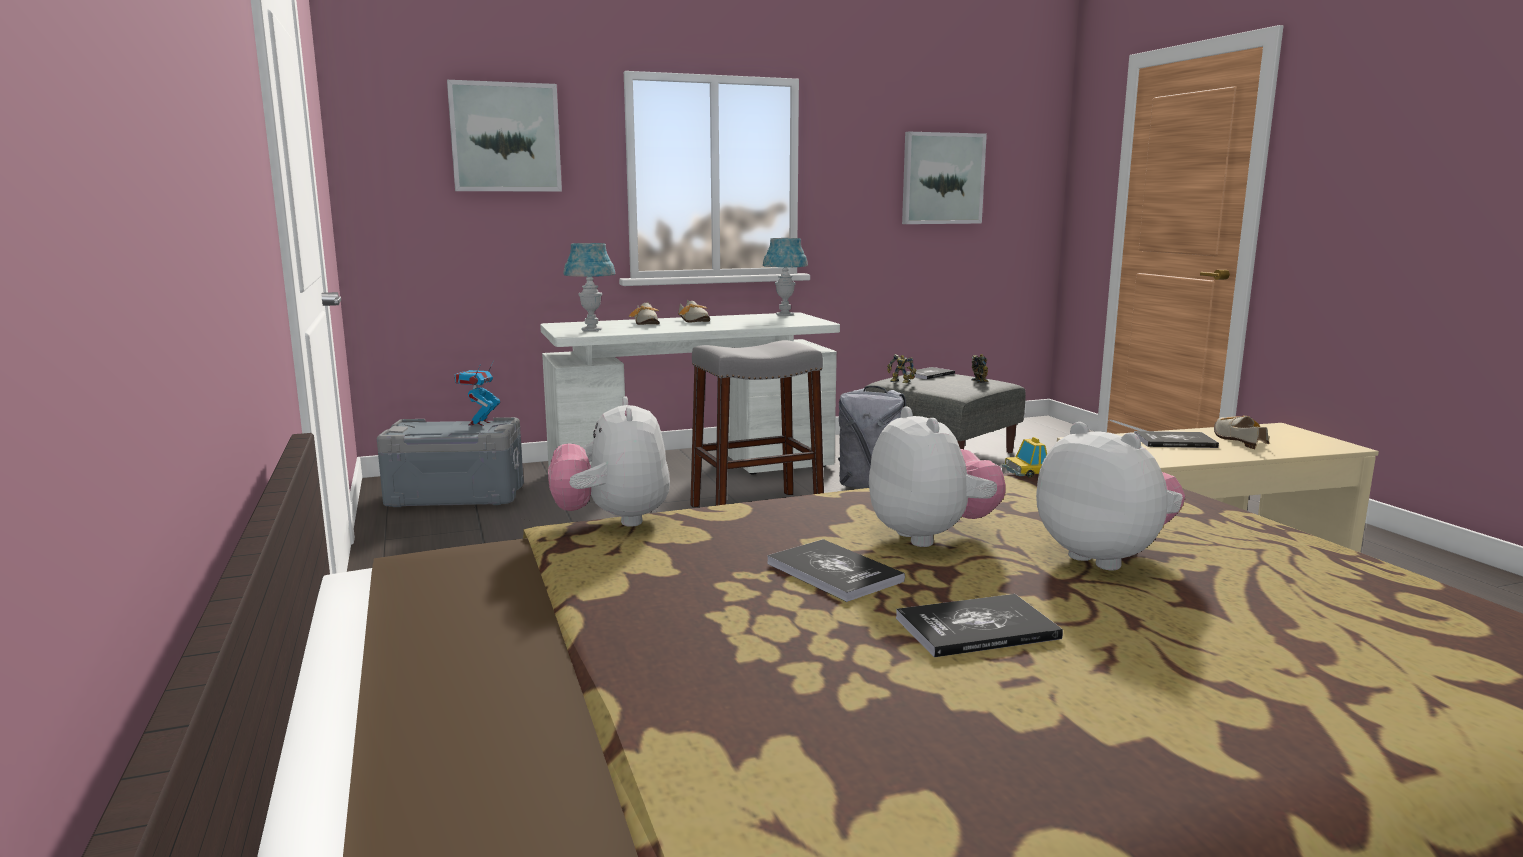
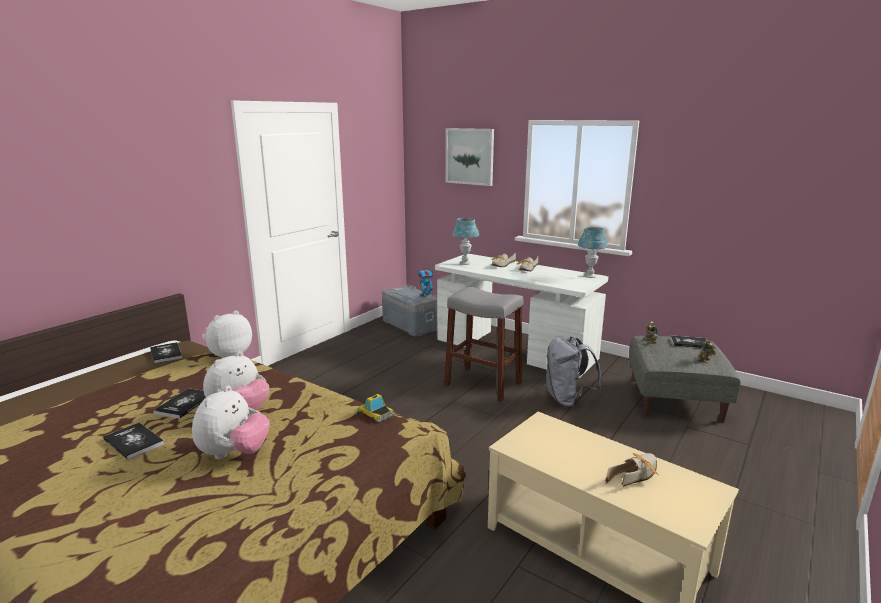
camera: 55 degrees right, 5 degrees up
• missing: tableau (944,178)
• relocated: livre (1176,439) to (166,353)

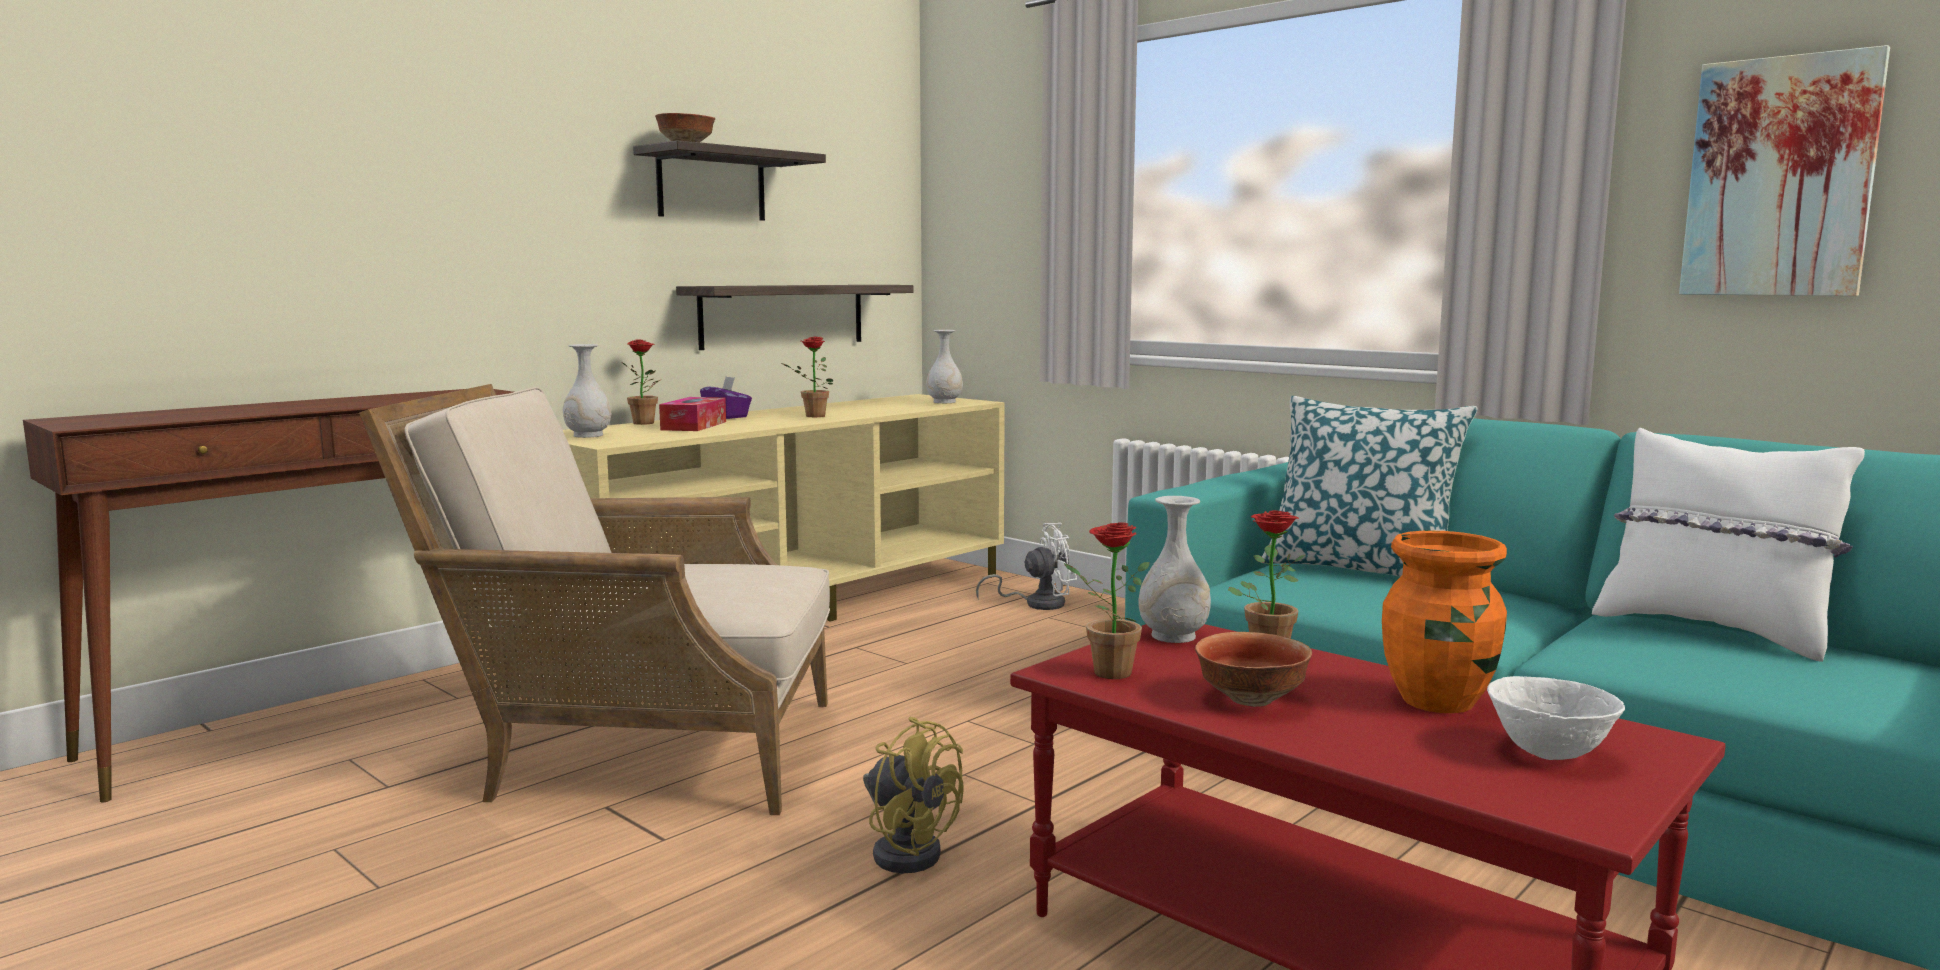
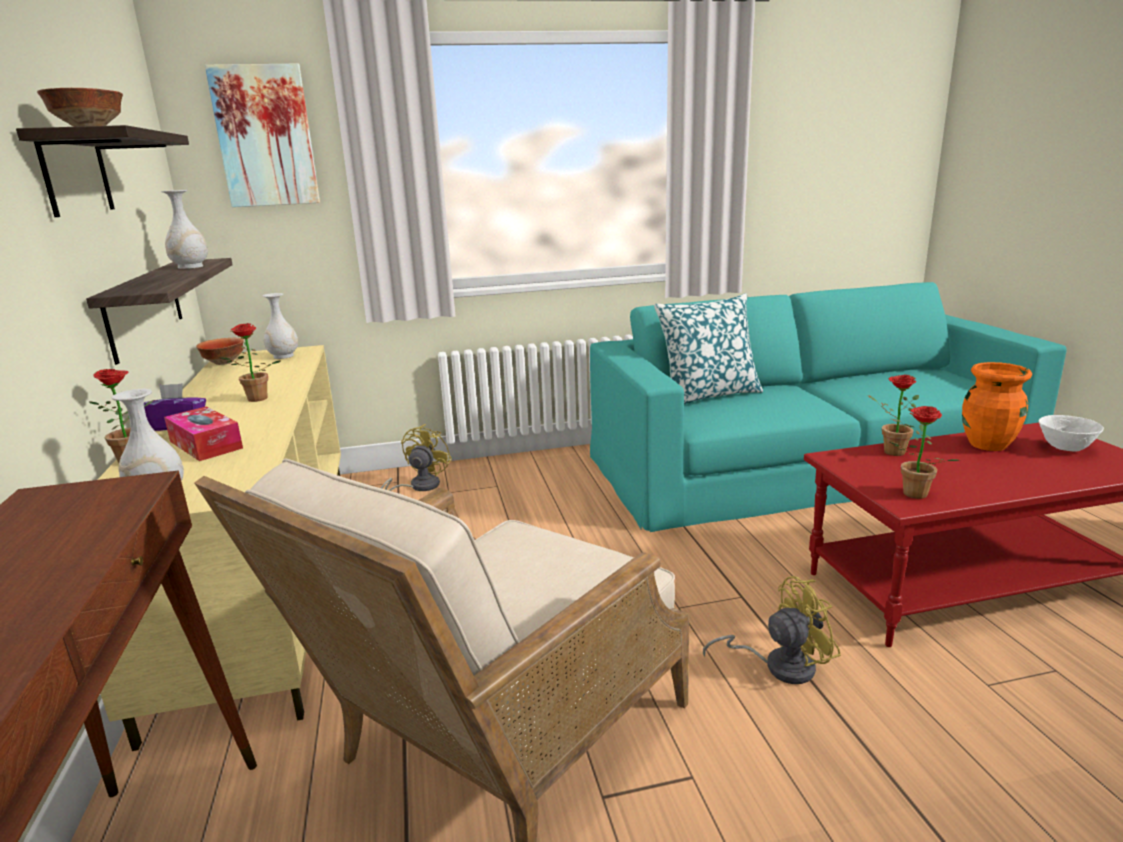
camera: 55 degrees left, 10 degrees up
• relocated: tableau (1784,170) to (262,135)
• missing: coussin (blanc) (1728,545)
• relocated: vase (blanc) (1175,569) to (184,229)
• colour: ventilateur (blanc) (1026,566) to ventilateur (jaune) (416,457)
• relocated: bol (1253,669) to (220,351)

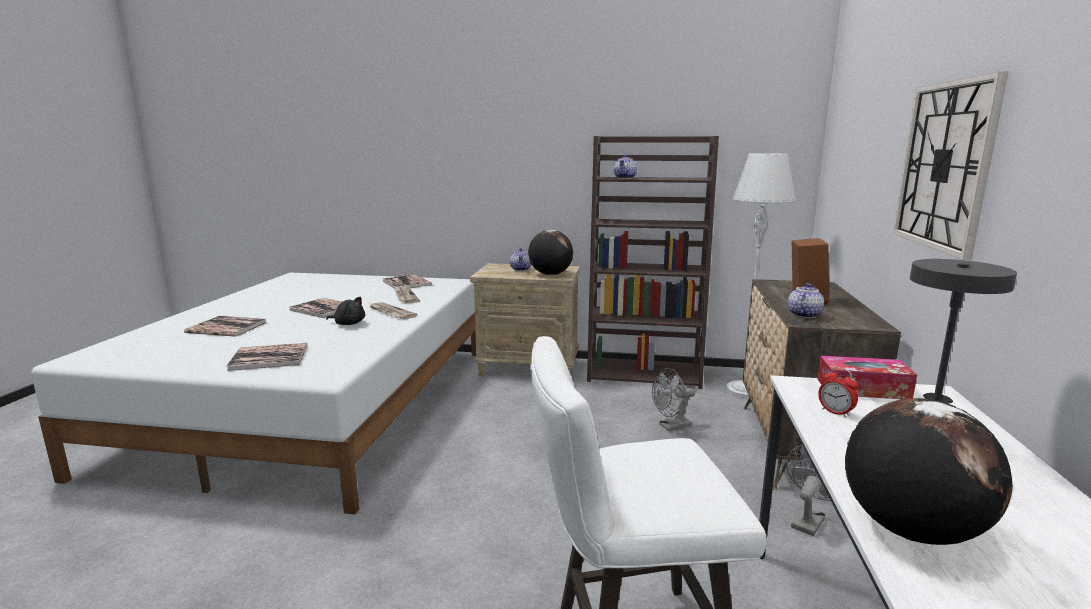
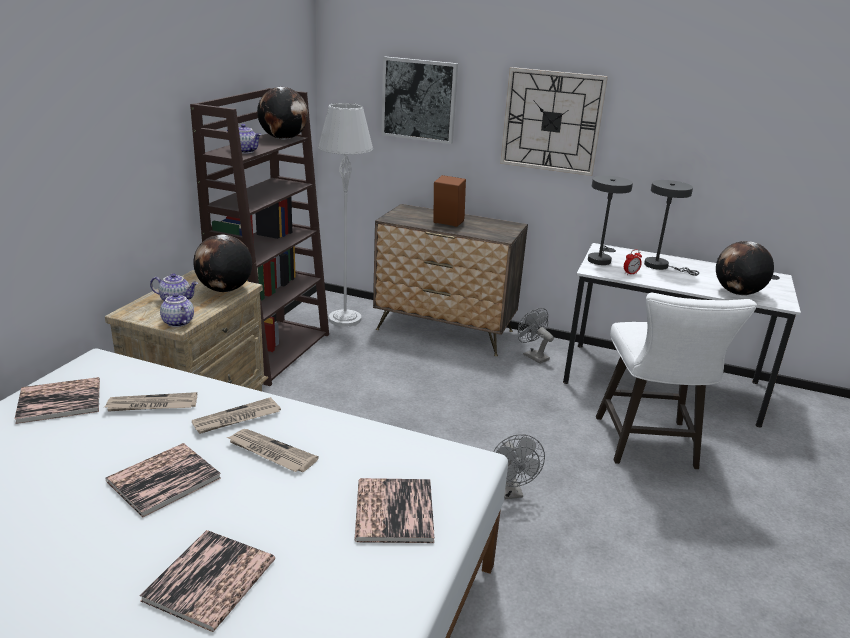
camera: 80 degrees left, 10 degrees up
• relocated: théière (806,300) to (177,309)
• exchanged: peluche (noir) (345,311) to journal (273,450)
• exchanged: boîte à mouchoirs (867,377) to lampe de table (gris) (610,220)
• relocated: ventilateur (gris) (673,399) to (519,466)
• appeared: tableau (419,100)
• appeared: globe (282,113)

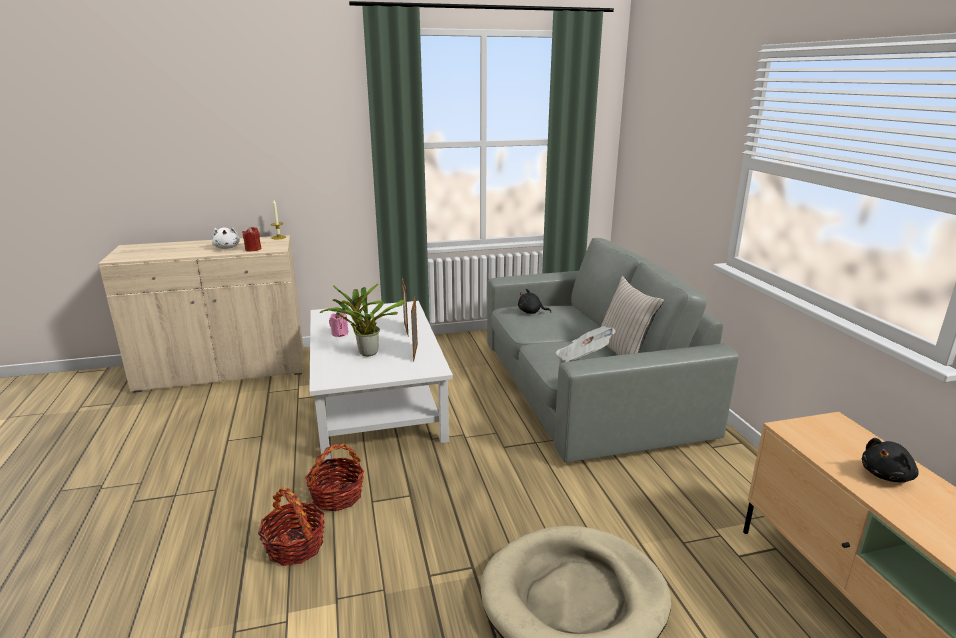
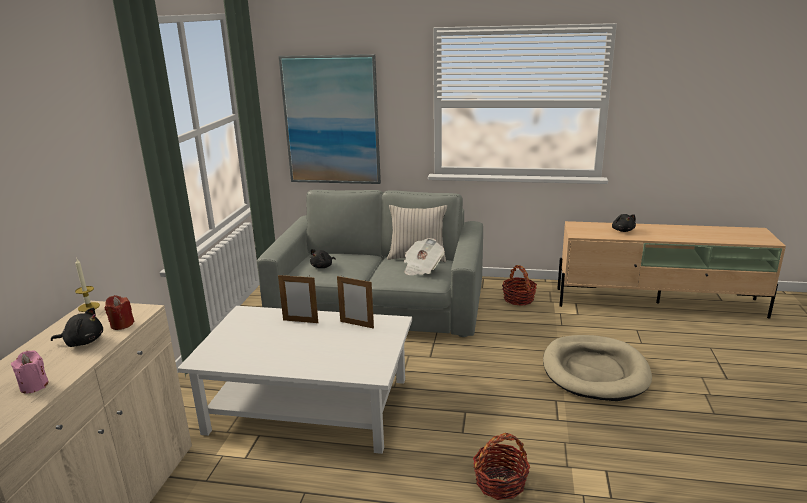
camera: 65 degrees left, 0 degrees up
• colour: peluche (blanc) (226,238) to peluche (noir) (77,327)
• missing: plante en pot (362,320)
• relocated: bougie (rose) (339,324) to (30,372)
• relocated: panier (334,477) to (519,285)
• appeared: tableau (330,119)

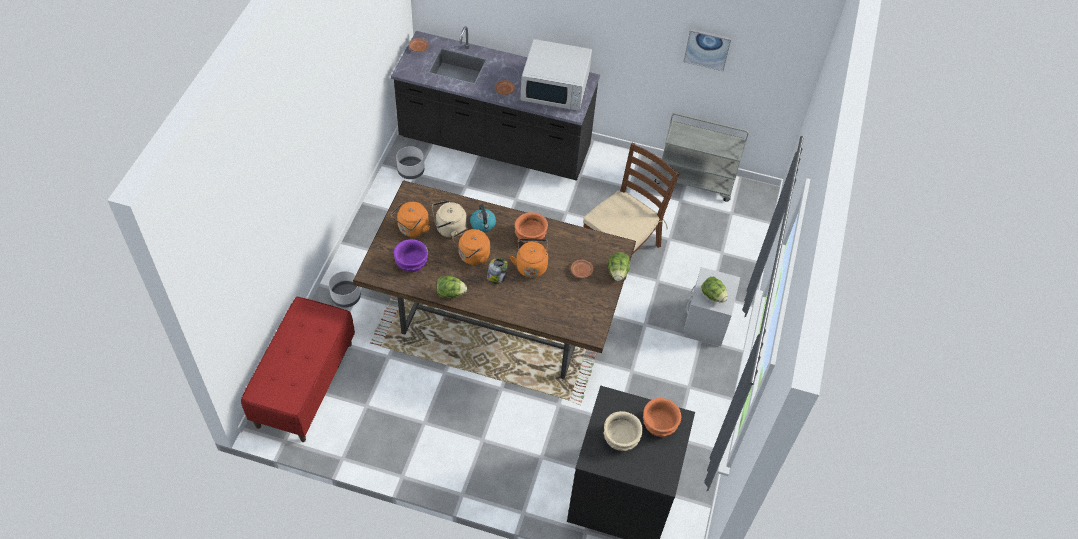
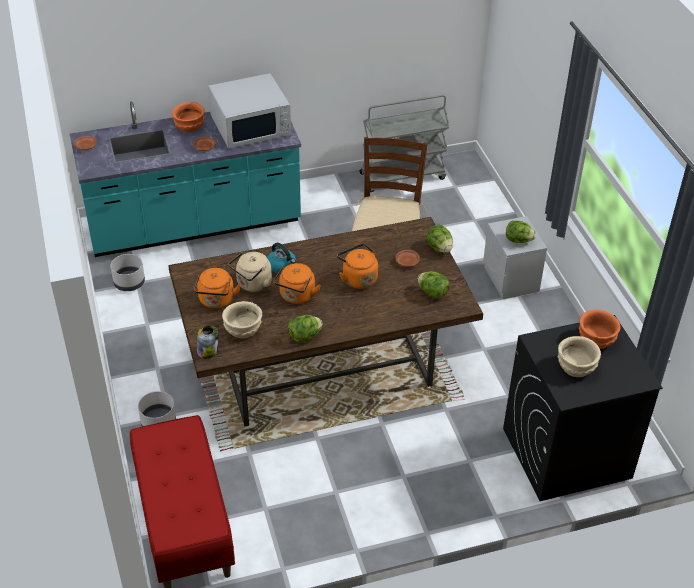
camera: 30 degrees left, 10 degrees down
• colour: comptoir de cuisine (noir) (495,103) to comptoir de cuisine (turquoise) (185,179)
• missing: tableau (707,50)
• relocated: bol (orange) (531,227) to (188,117)
• colour: bol (violet) (411,255) to bol (beige) (242,320)
• relocated: bocal (497,271) to (207,342)
• appeared: laitue (434,285)

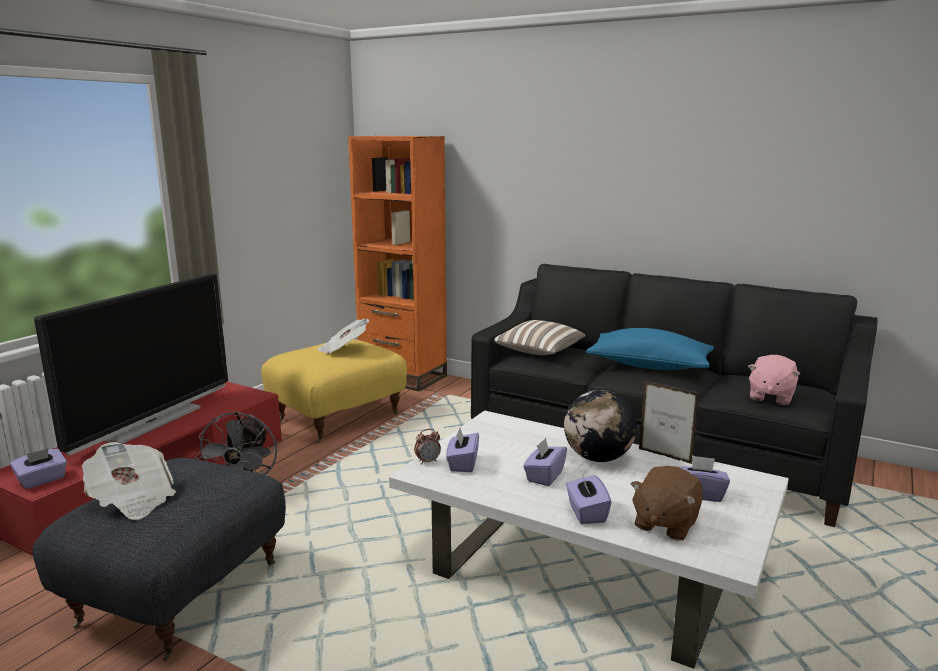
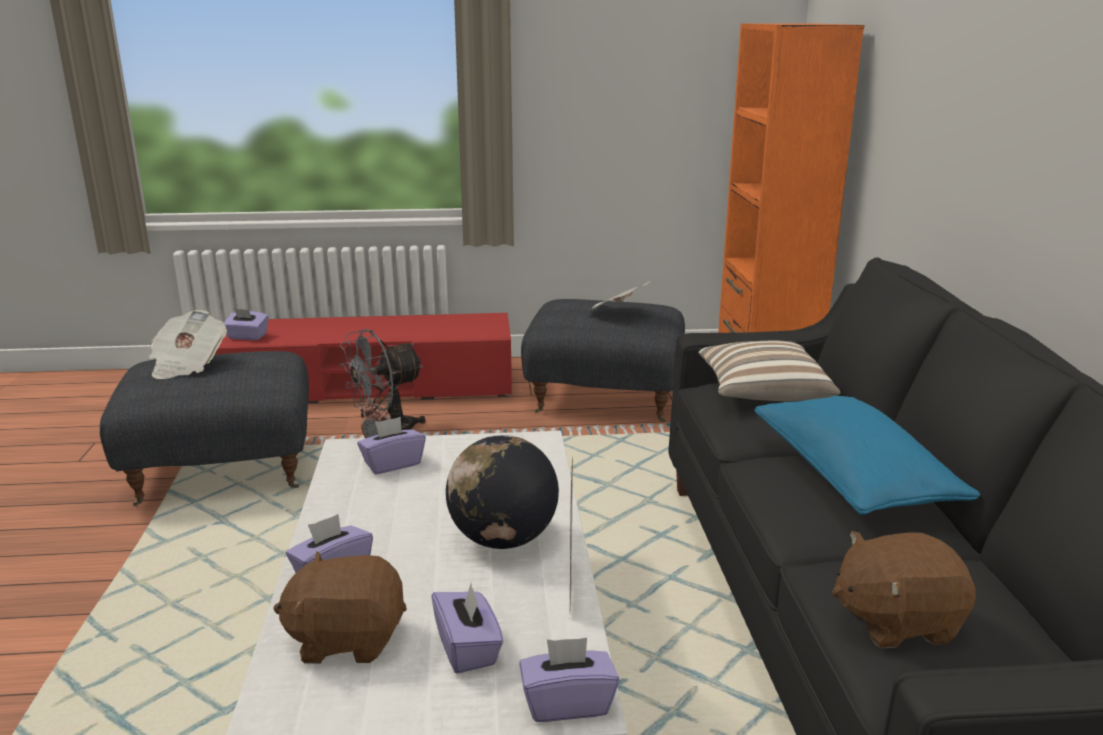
camera: 55 degrees right, 5 degrees up
• missing: téléviseur (131,364)
• colour: pouf (jaune) (334,391) to pouf (gris) (603,360)
• colour: peluche (rose) (774,380) to peluche (marron) (904,589)
• relocated: boîte à mouchoirs (violet) (545,462) to (569,680)

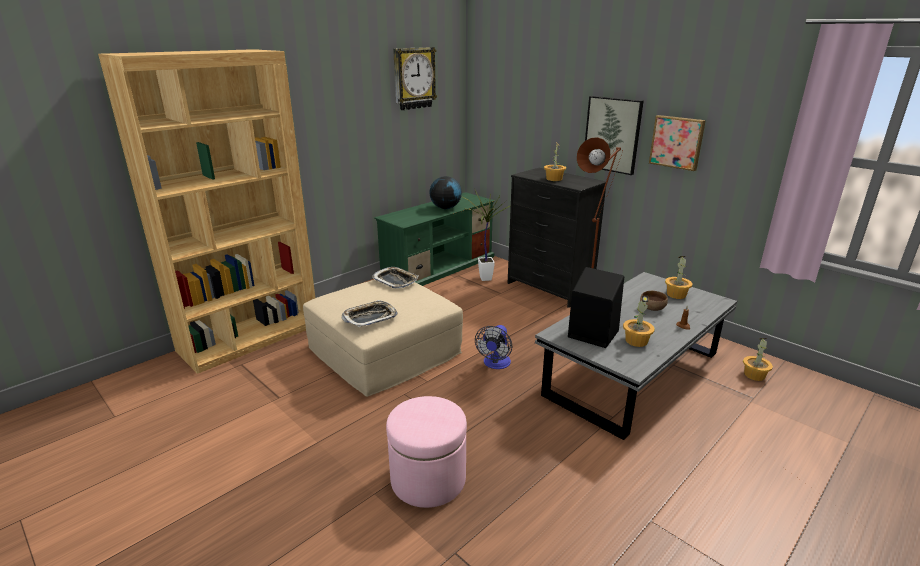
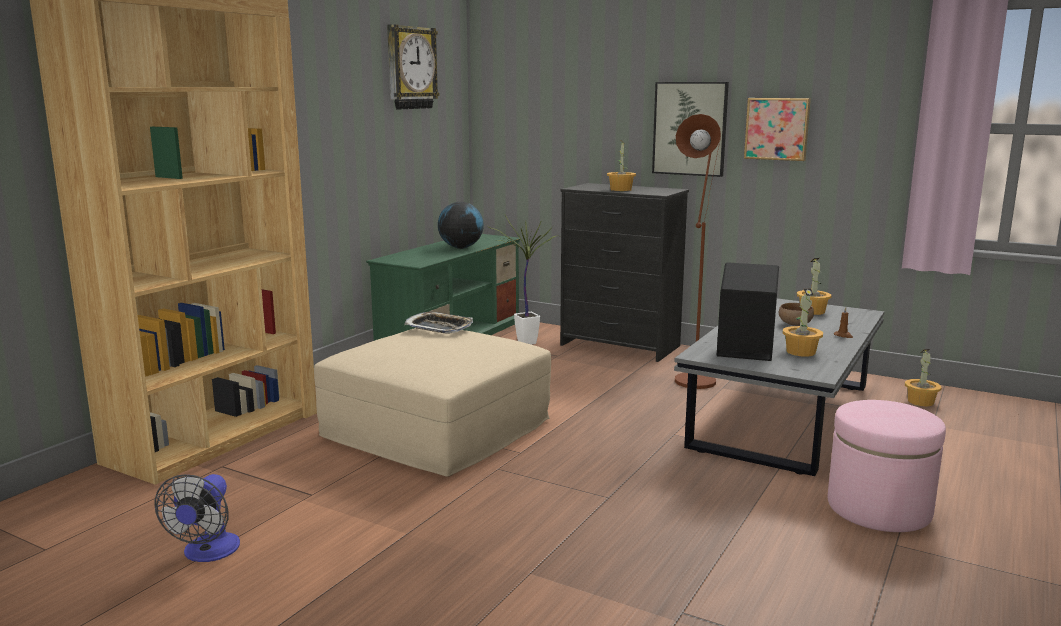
camera: 15 degrees left, 10 degrees down
• missing: plateau (370,313)
• relocated: ventilateur (493,347) to (197,518)
• relocated: pouf (rose) (426,452) to (887,466)

